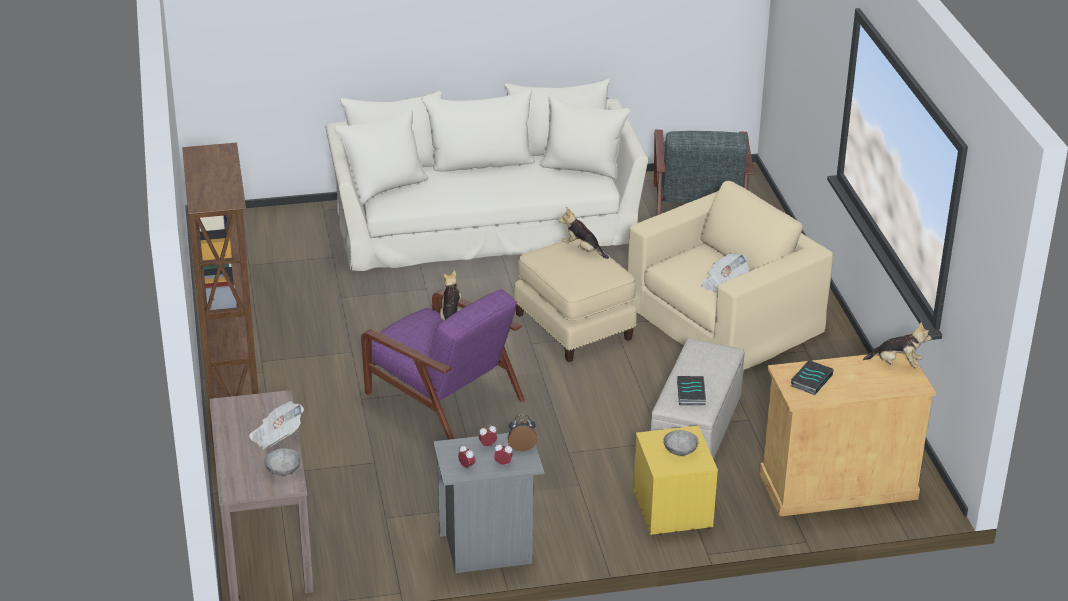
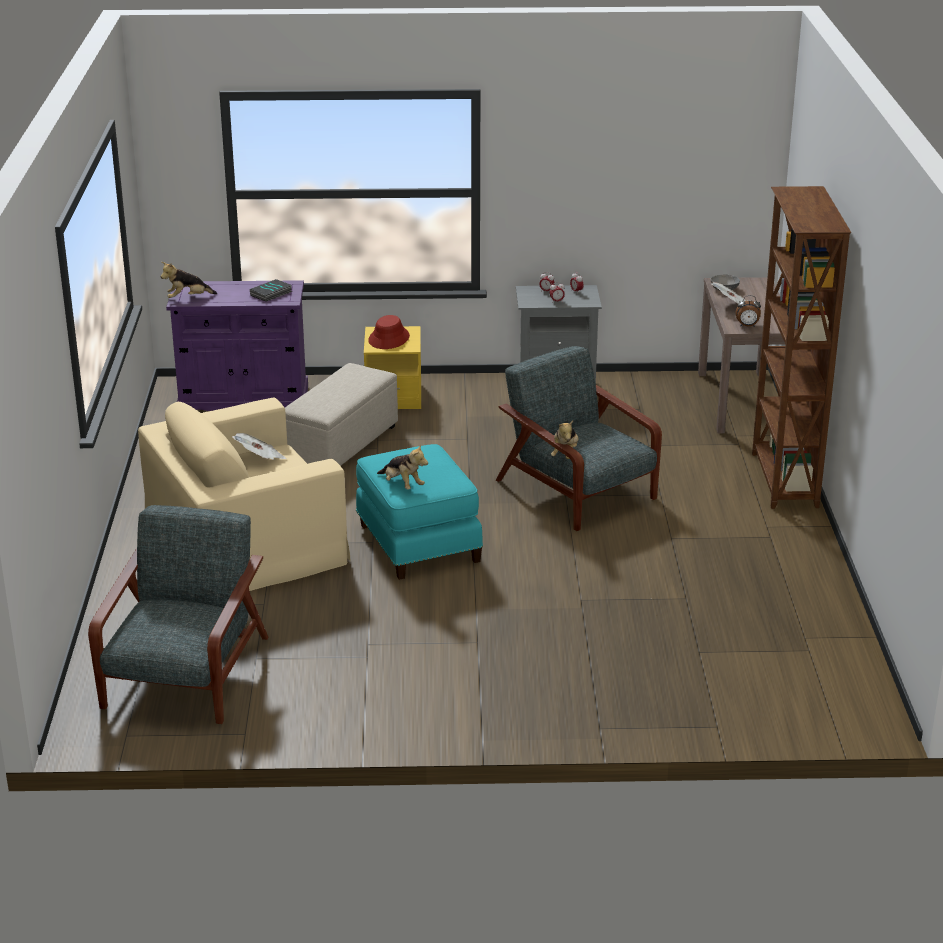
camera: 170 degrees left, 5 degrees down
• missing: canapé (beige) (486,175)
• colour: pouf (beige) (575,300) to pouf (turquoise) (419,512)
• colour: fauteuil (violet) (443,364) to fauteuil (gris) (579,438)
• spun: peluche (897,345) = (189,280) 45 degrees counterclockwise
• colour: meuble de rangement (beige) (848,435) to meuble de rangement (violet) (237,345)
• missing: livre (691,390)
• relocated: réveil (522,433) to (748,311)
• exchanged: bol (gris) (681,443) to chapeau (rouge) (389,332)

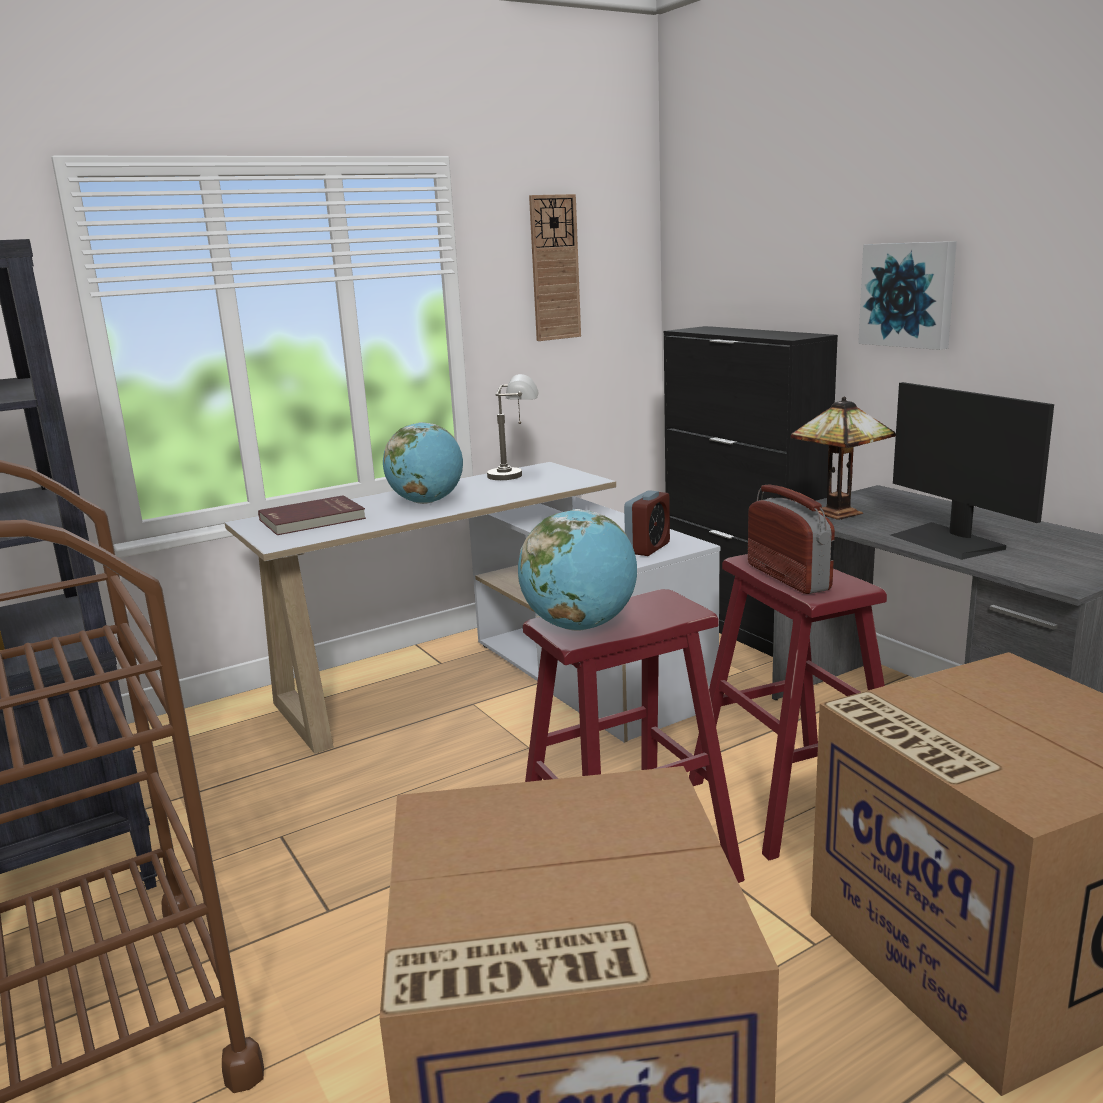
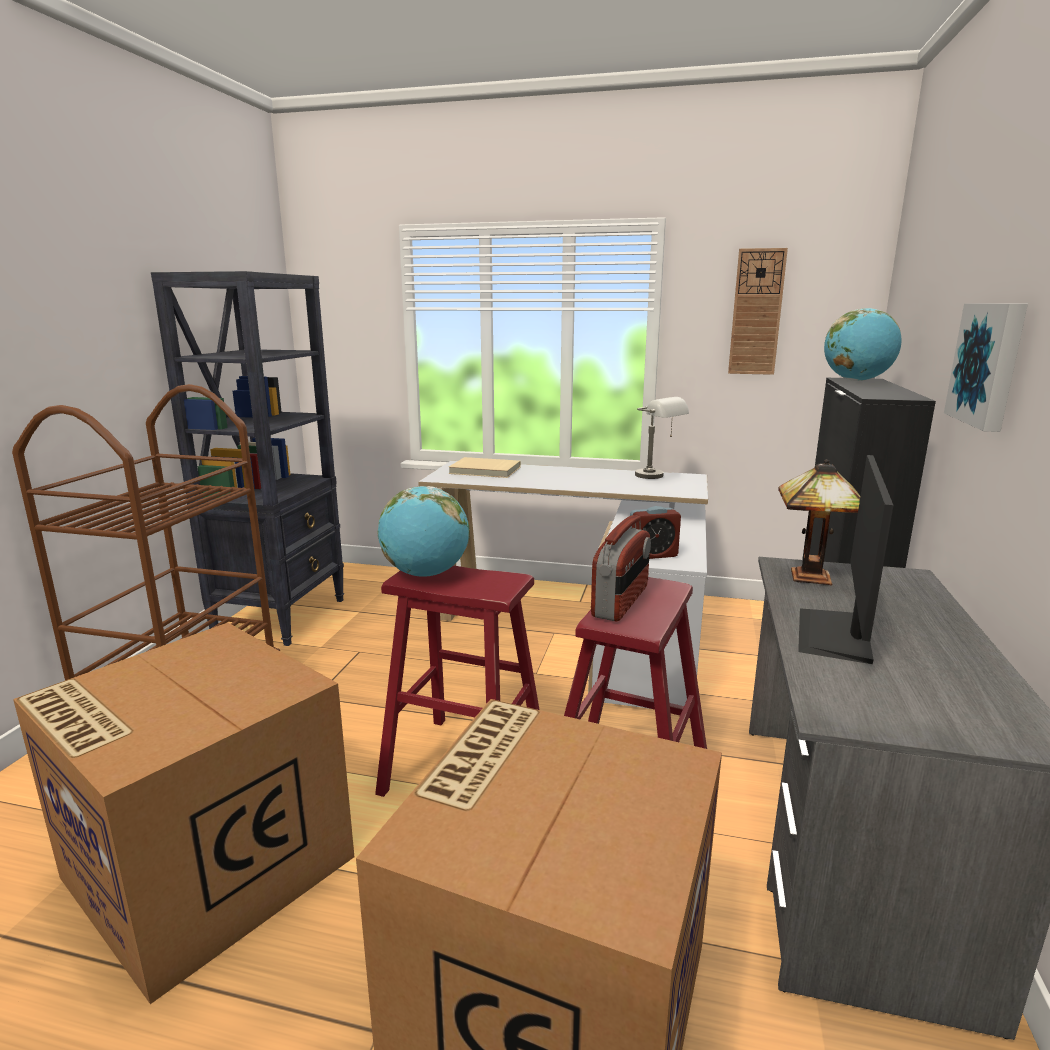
camera: 45 degrees right, 0 degrees up
• relocated: globe (423,463) to (863,344)
• colour: livre (rouge) (312,515) to livre (beige) (485,467)

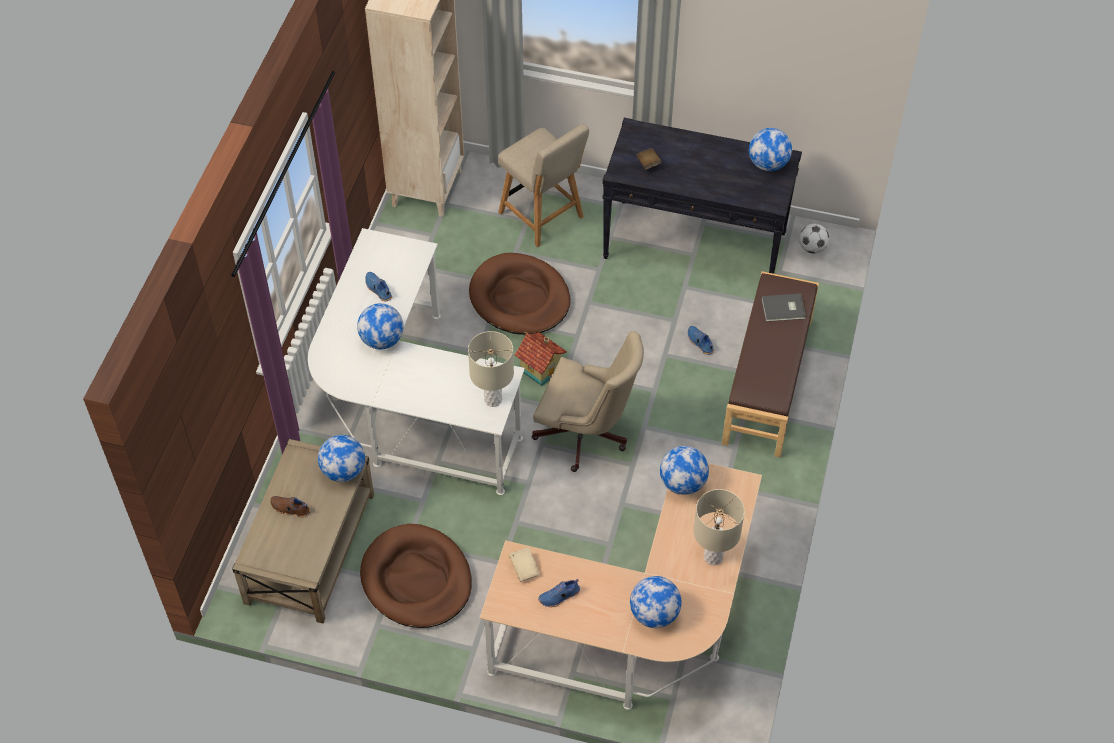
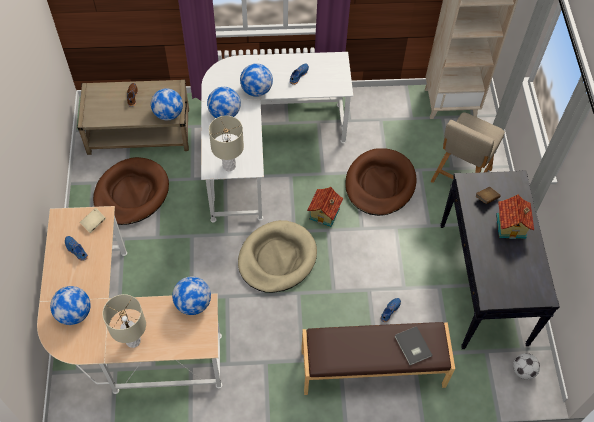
camera: 70 degrees right, 5 degrees up
• relocated: globe (770,149) to (224,102)
• exchanged: chaise de bureau (beige) (588,401) to panier pour chien (beige) (277,256)
• appeared: maison miniature (515,216)

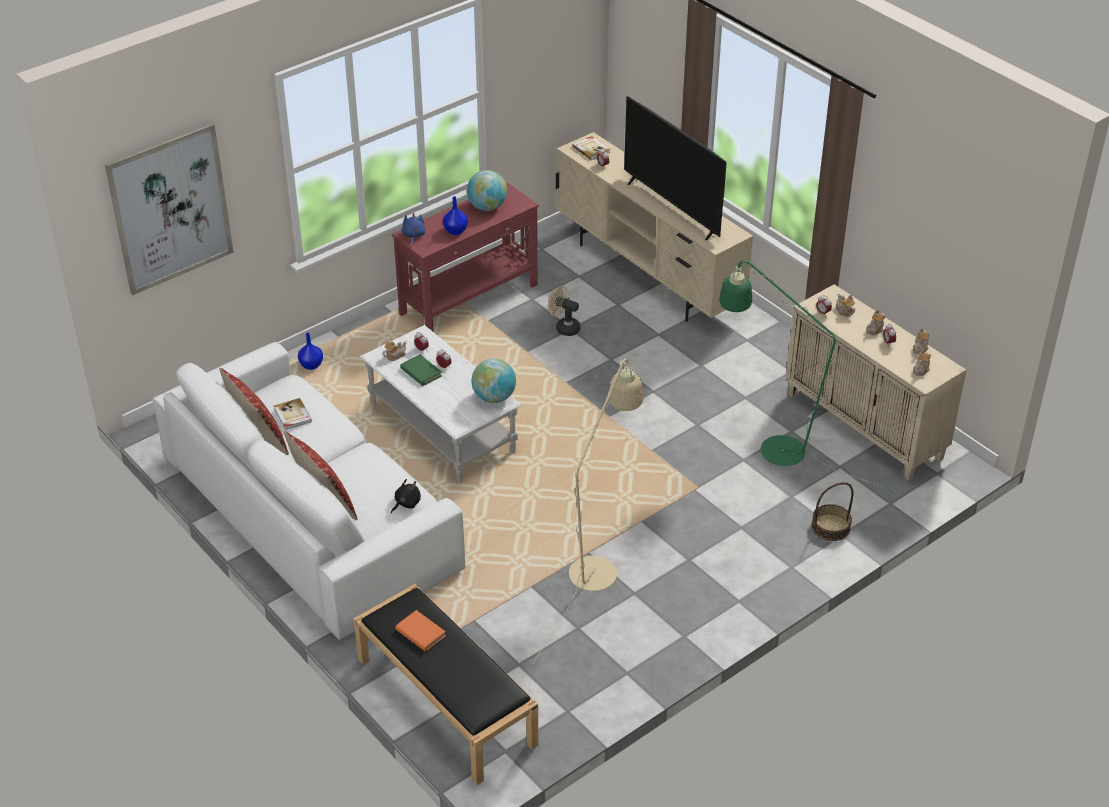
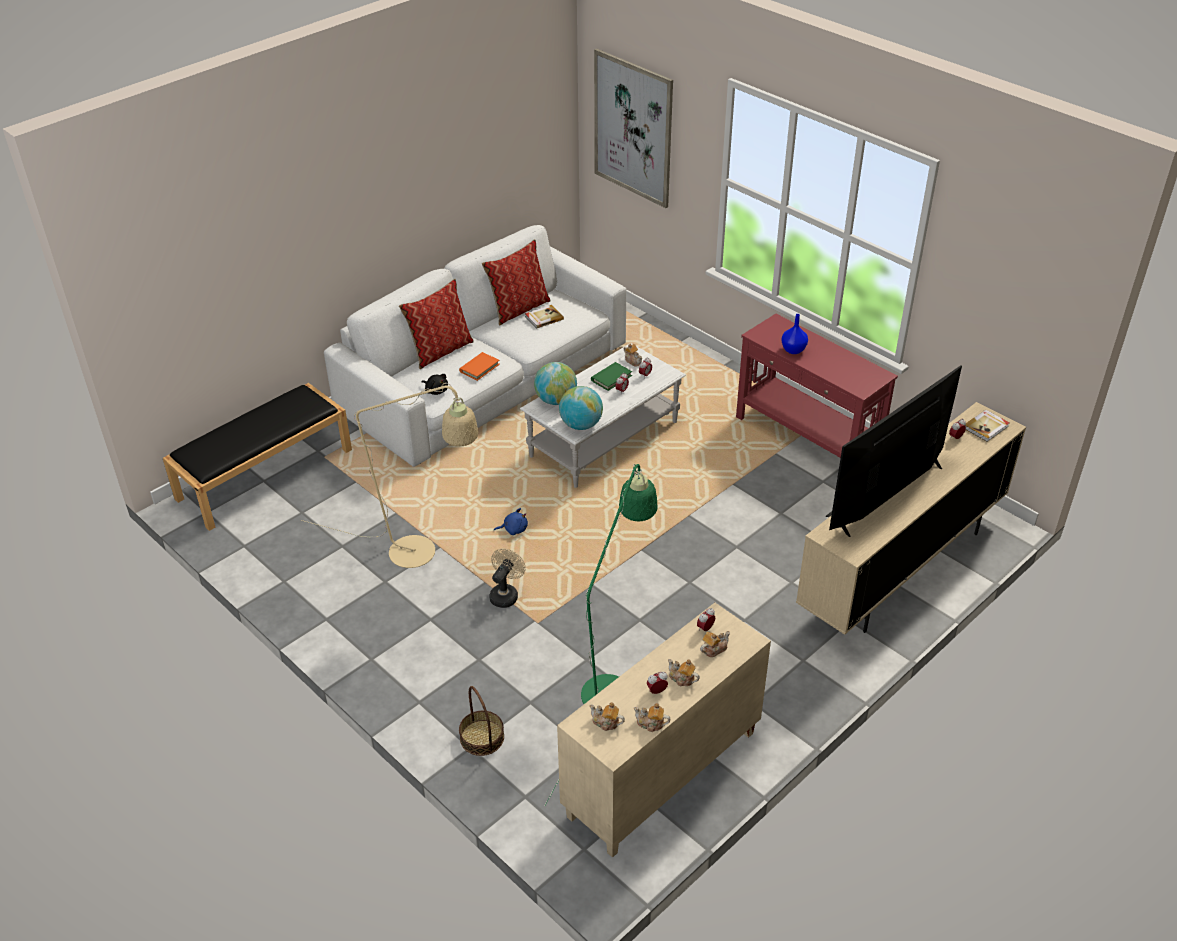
camera: 85 degrees right, 0 degrees up
• relocated: globe (487,190) to (555,383)
• relocated: peluche (bleu) (413,228) to (511,521)
• relocated: ventilateur (beige) (564,311) to (507,578)
• missing: vase (bleu) (310,351)
• relocated: livre (orange) (420,631) to (479,366)

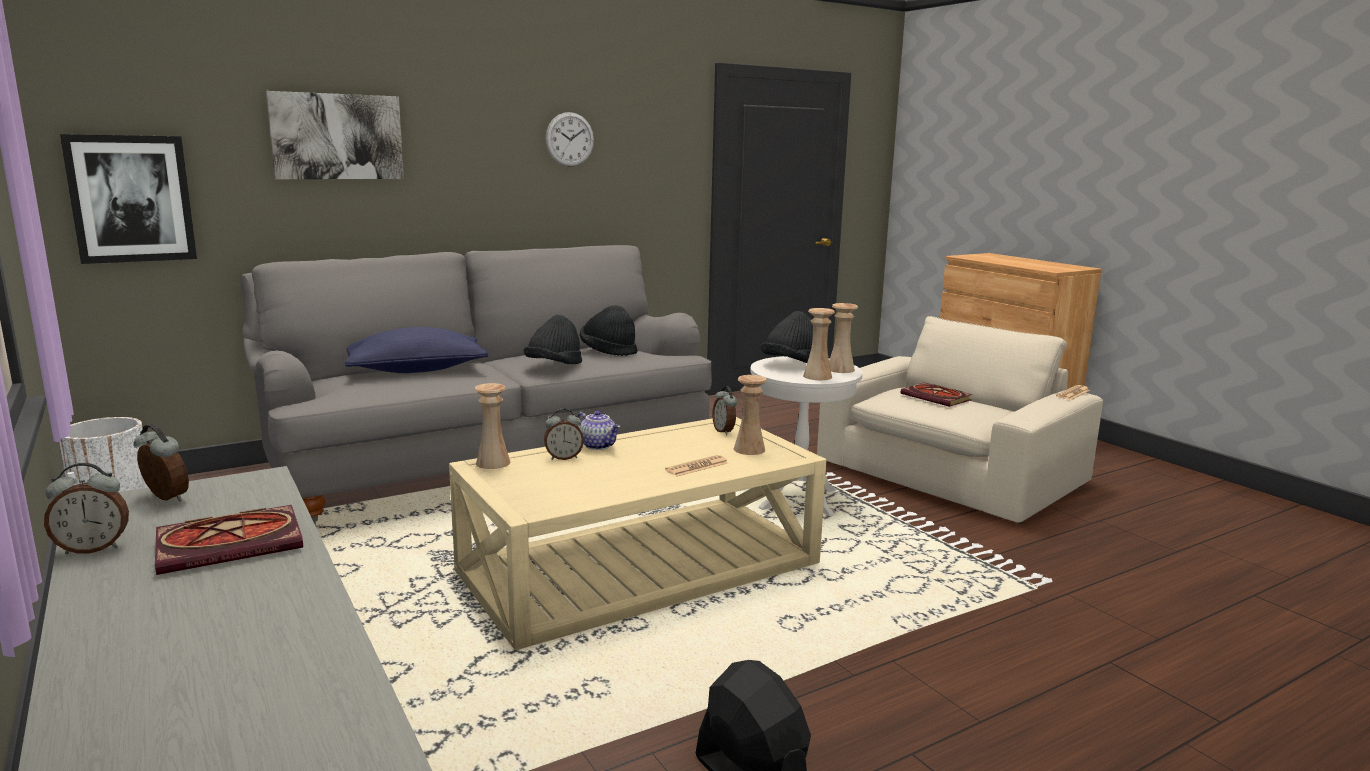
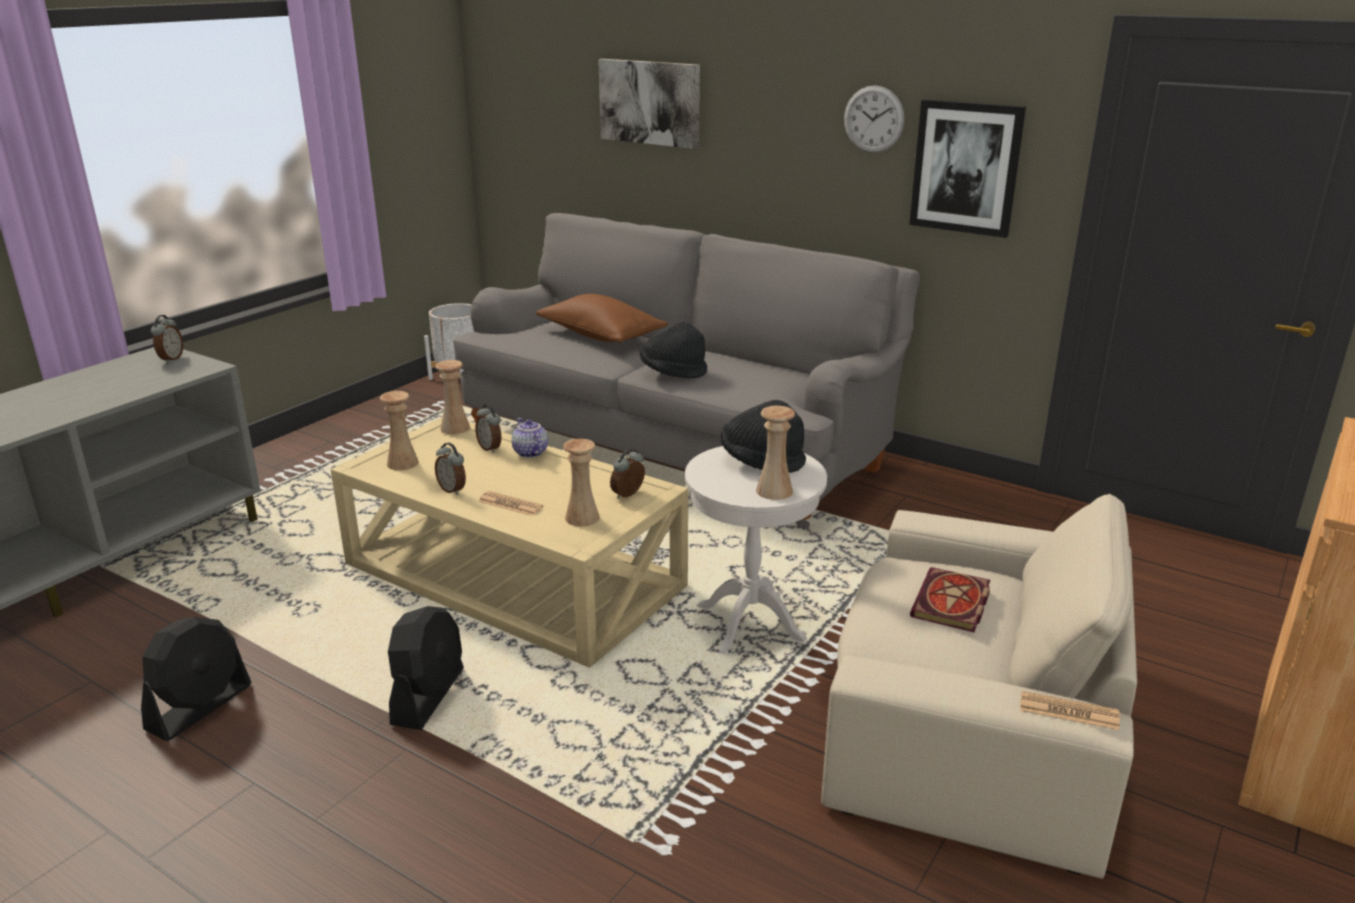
camera: 65 degrees right, 10 degrees up
• relocated: tableau (128,199) to (967,168)
• missing: chapeau (noir) (608,330)
• relocated: vase (beige) (819,344) to (399,430)
• colour: coussin (bleu) (416,350) to coussin (marron) (602,318)
• spun: théière (598,430) = (529,438) 135 degrees clockwise
• relocated: réveil (86,508) to (450,469)
• missing: livre (229,540)
• appeared: ventilateur (noir) (426,668)

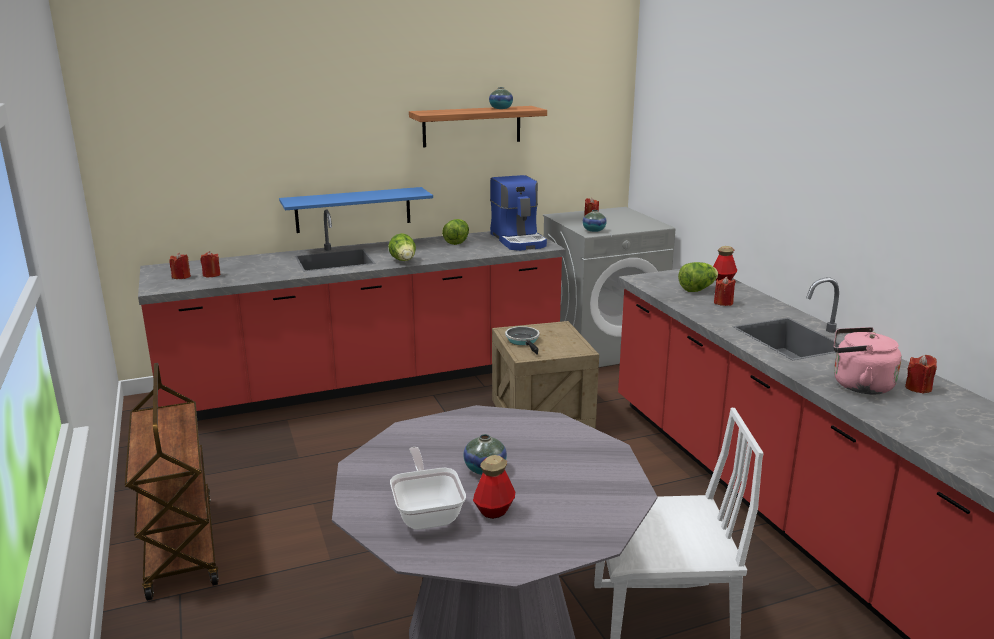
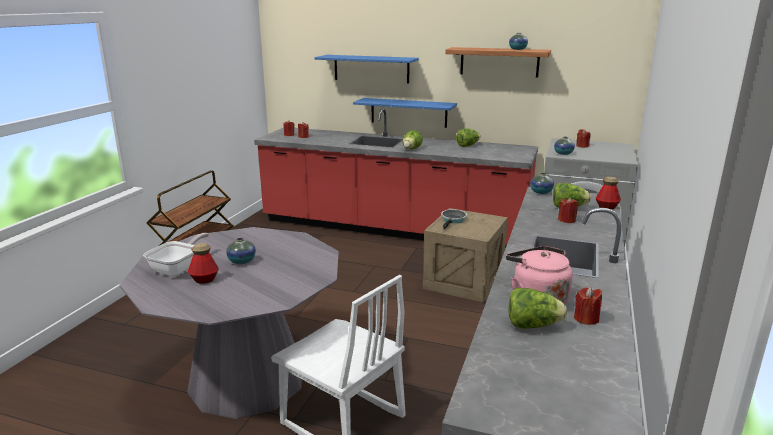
camera: 40 degrees right, 0 degrees up
• missing: machine à café (518,213)
• appeared: étagère (bleu) (366,69)
• appeared: vase (542,183)
• appeared: laitue (538,308)

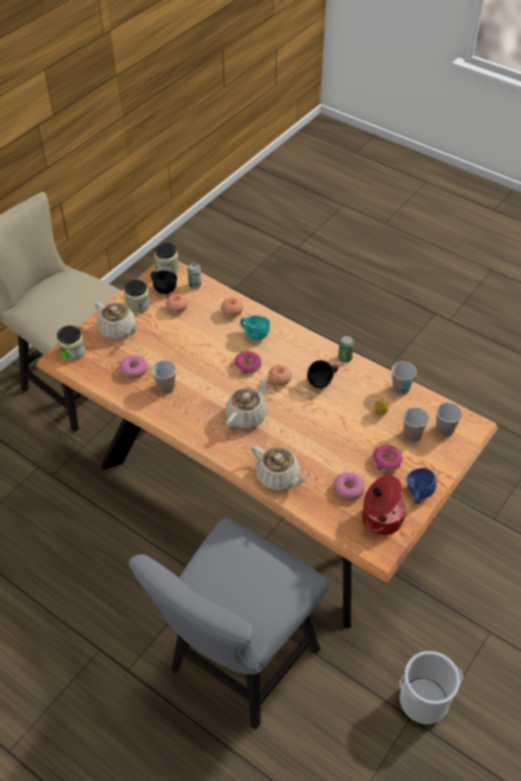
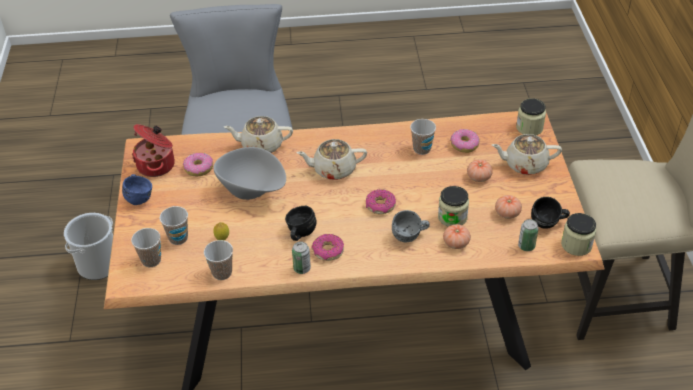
camera: 140 degrees right, 5 degrees down
• relocated: bocal (137,296) to (453,206)
• colour: mug (turquoise) (255,327) to mug (gris) (411,226)
• relocated: tomate (280,375) to (480,171)
• spun: théière (beige) (246,402) = (331,159) 90 degrees clockwise
• relocated: beignet (387,458) to (327,247)
• appeared: bol (gris) (250,173)

